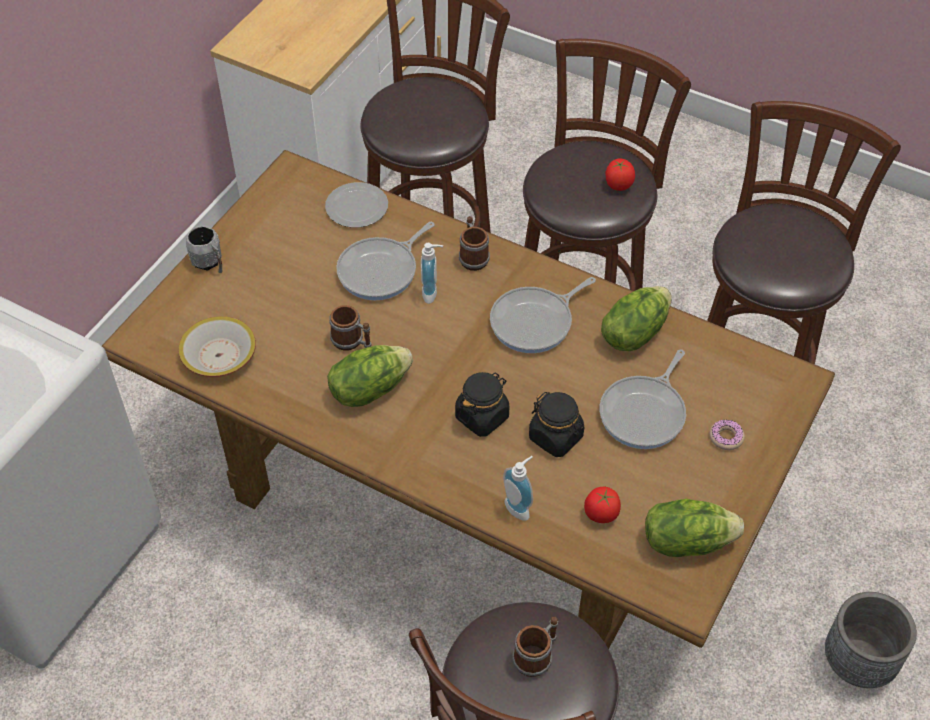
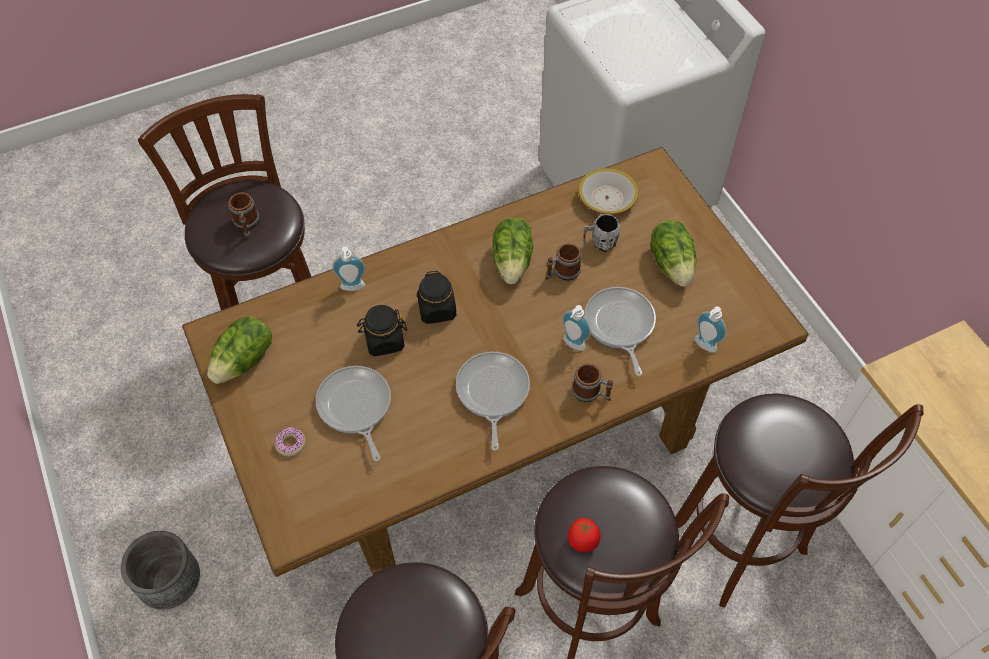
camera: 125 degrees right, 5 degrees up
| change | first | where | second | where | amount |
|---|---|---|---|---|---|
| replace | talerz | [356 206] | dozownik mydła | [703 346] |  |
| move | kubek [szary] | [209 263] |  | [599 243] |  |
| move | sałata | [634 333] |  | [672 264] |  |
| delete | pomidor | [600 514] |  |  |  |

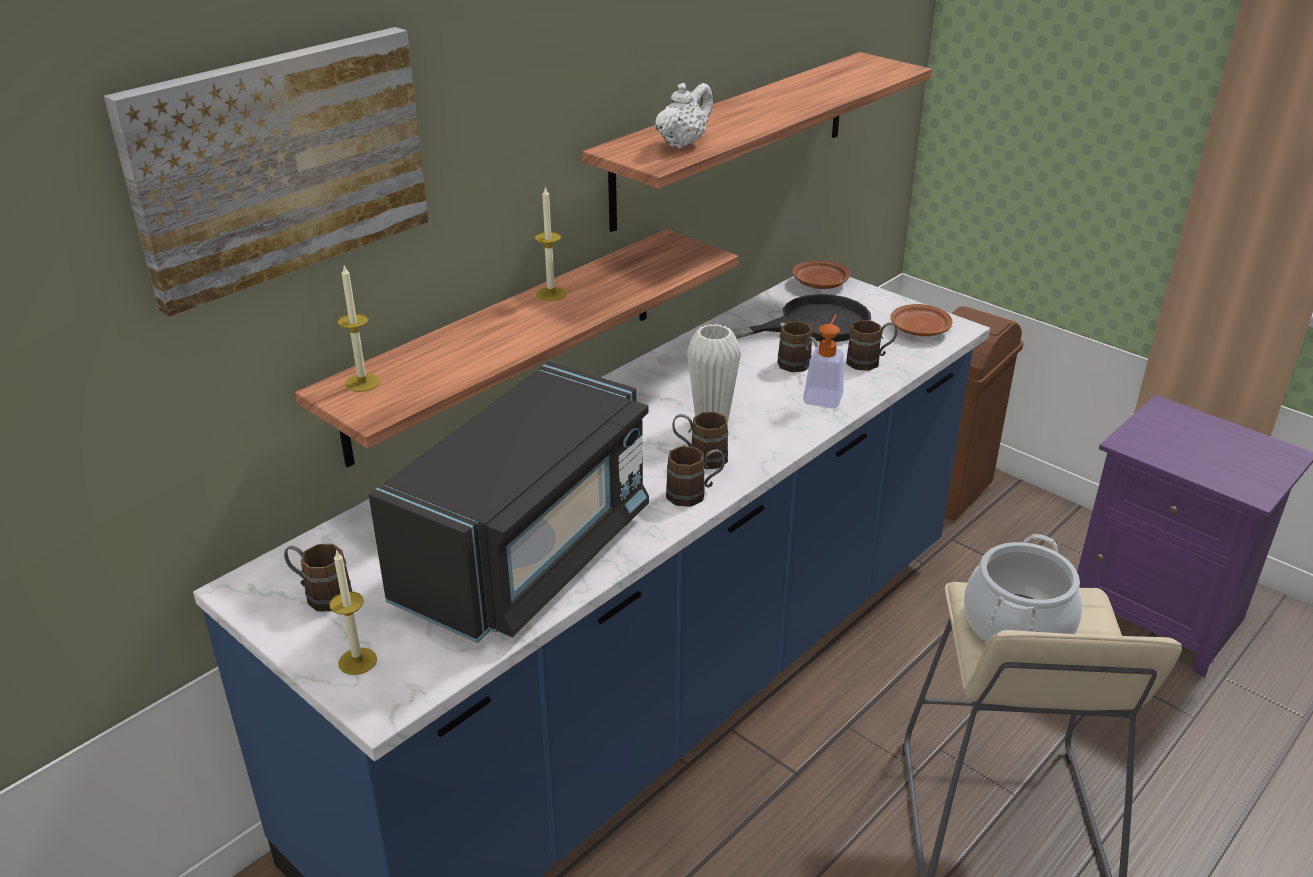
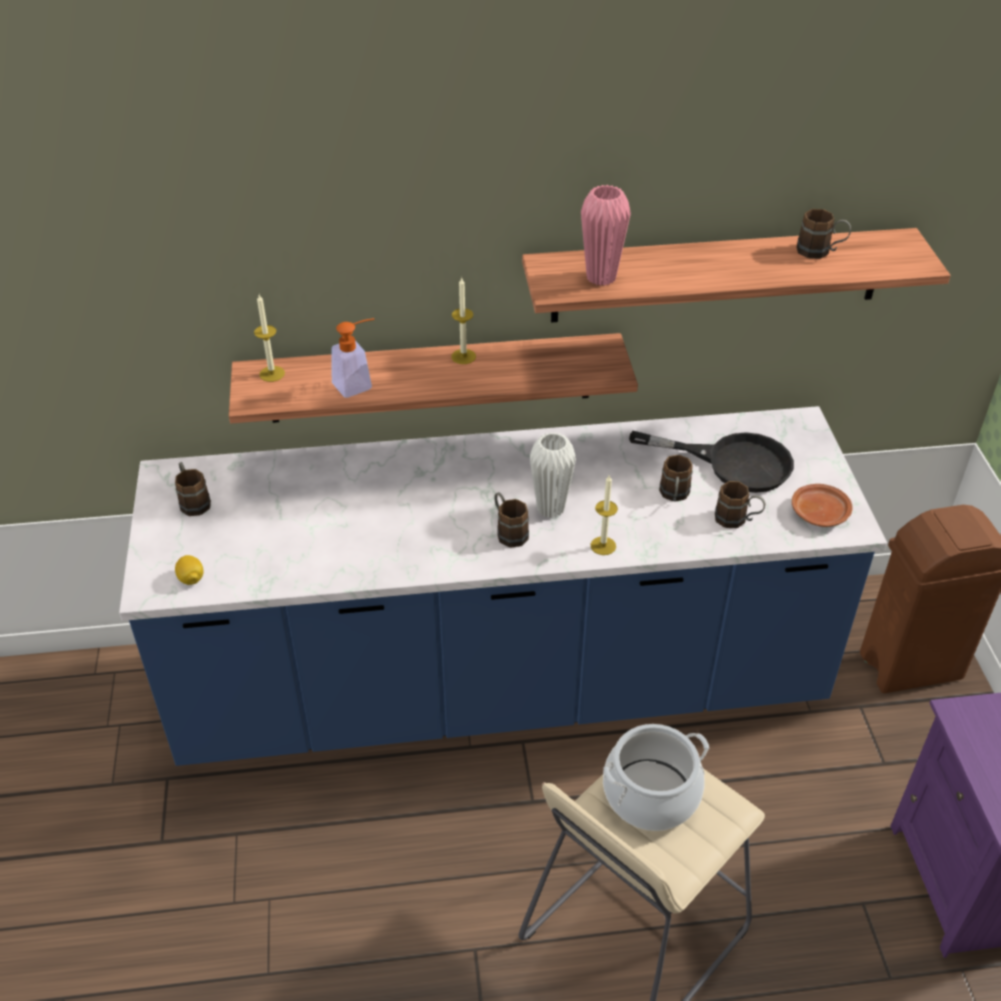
camera: 40 degrees right, 10 degrees up
| change | first | where | second | where | amount |
|---|---|---|---|---|---|
| delete | obraz | [280 164] |  |  |  |
| replace | imbryk [biały] | [683 143] | wazon [różowy] | [601 277] |  |
| delete | talerz [brązowy] | [819 284] |  |  |  |
| move | dozownik mydła | [824 395] |  | [358 384] |  |
| delete | mikrofalówka [czarny] | [527 554] |  |  |  |
| move | kubek [brązowy] | [694 493] |  | [820 252] |  |
| move | świeca | [357 661] |  | [603 546] |  |
| insert |  |  | cytryna | [191 579] |  |

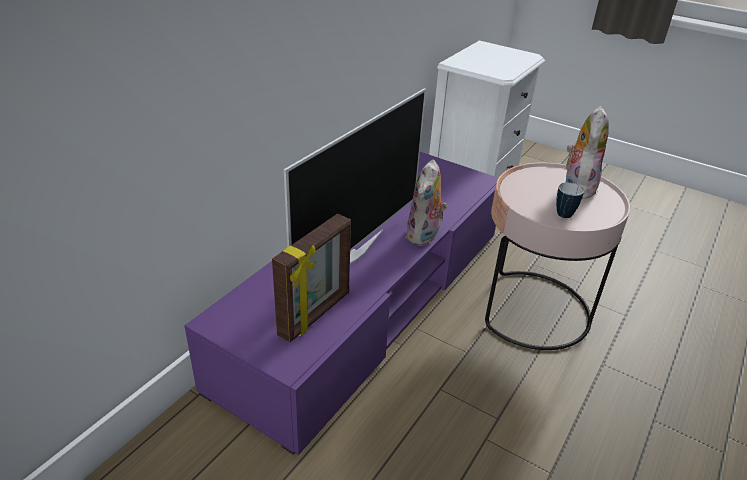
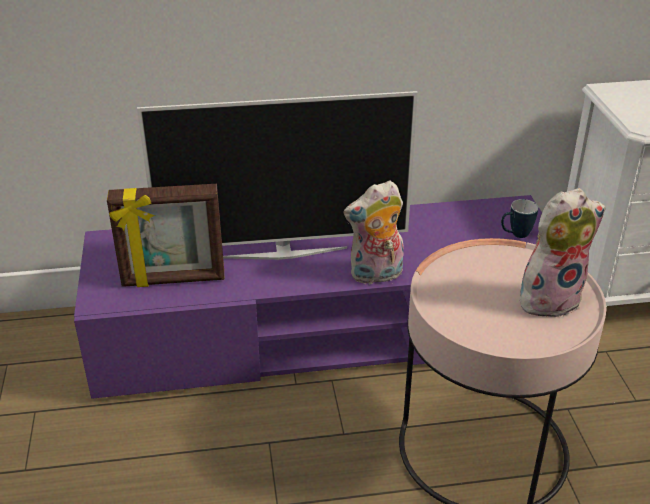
camera: 50 degrees right, 0 degrees up
| change | first | where | second | where | amount |
|---|---|---|---|---|---|
| move | kubek | [563 217] |  | [515 235] |  |

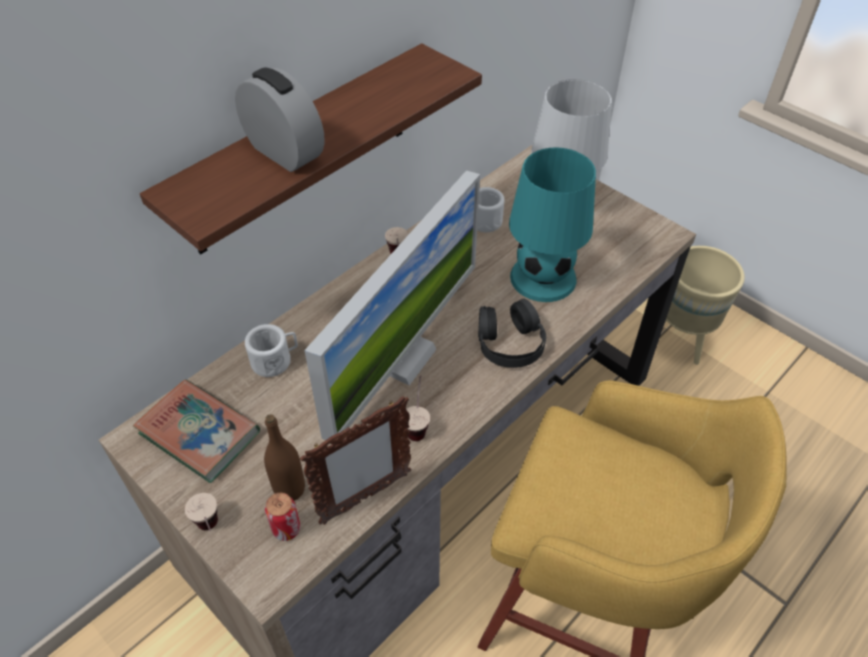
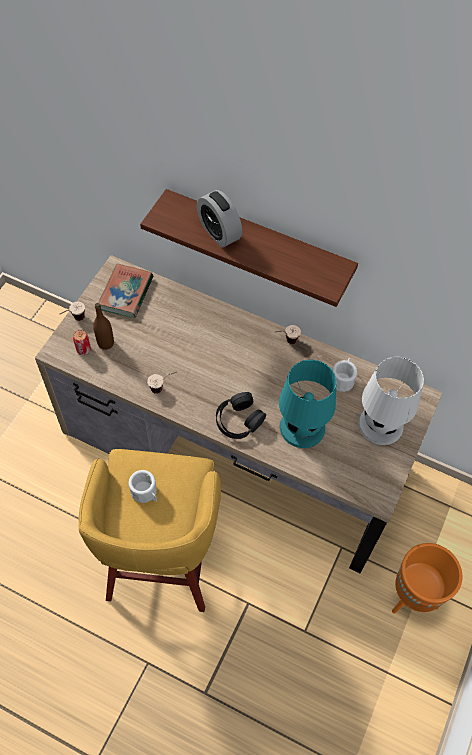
camera: 70 degrees right, 10 degrees up
| change | first | where | second | where | amount |
|---|---|---|---|---|---|
| rotate | budzik | [284 152] |  | [219 232] | 120 degrees clockwise |
| delete | monitor | [403 358] |  |  |  |
| recolor | donica [beżowy] | [680 340] | donica [pomarańczowy] | [413 596] |  |
| move | kubek [biały] | [275 360] |  | [146 493] |  |
| delete | ramka na zdjęcie | [365 498] |  |  |  |

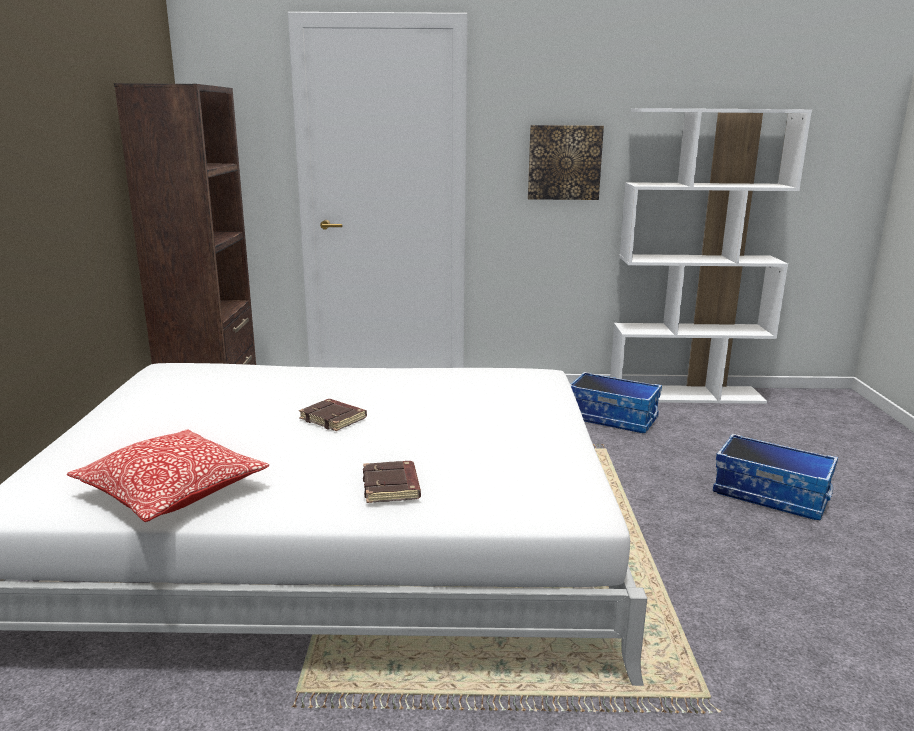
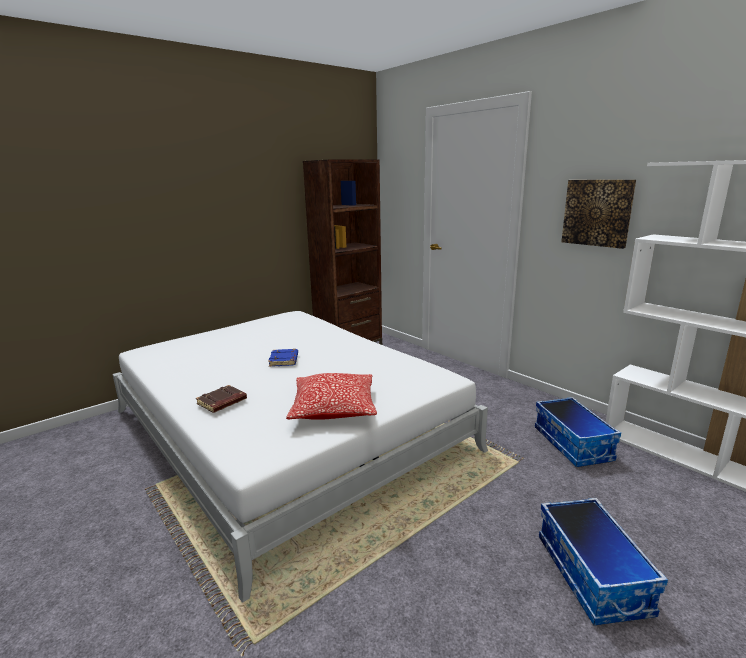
camera: 50 degrees right, 0 degrees up
| change | first | where | second | where | amount |
|---|---|---|---|---|---|
| recolor | książka [brązowy] | [334 419] | książka [niebieski] | [284 360] |  |
| move | poduszka | [172 493] |  | [334 408] |  |

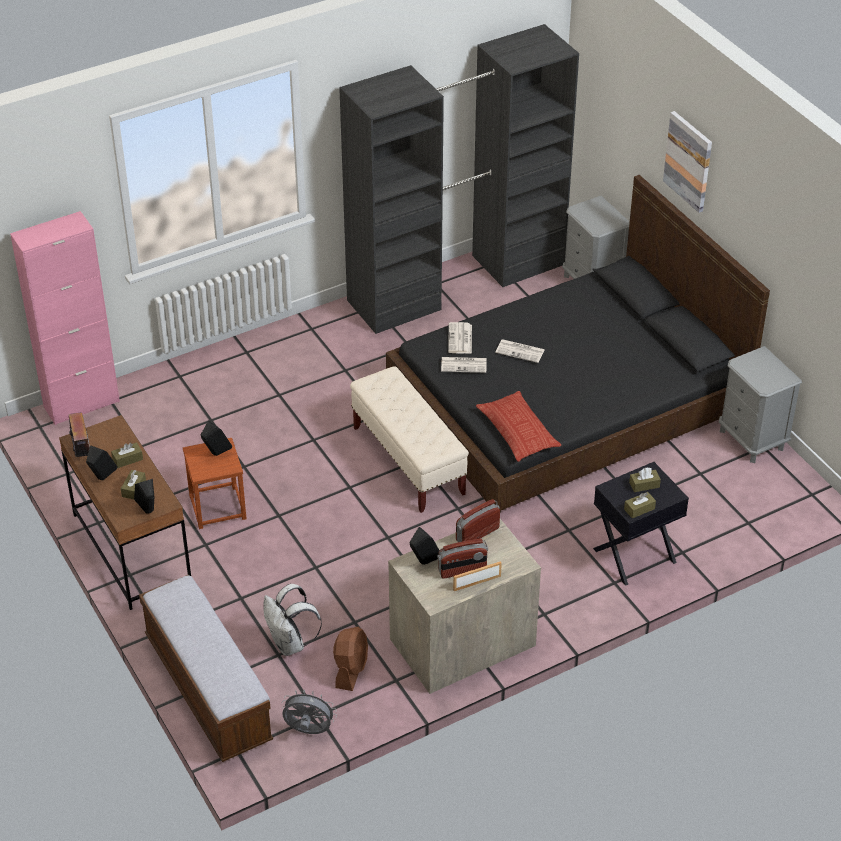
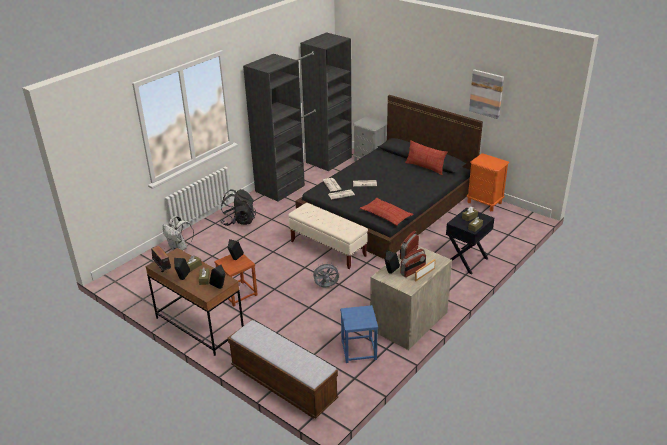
camera: 20 degrees left, 10 degrees down
| change | first | where | second | where | amount |
|---|---|---|---|---|---|
| move | obraz | [688 161] |  | [486 93] |  |
| delete | szafka [różowy] | [81 404] |  |  |  |
| recolor | szafka nocna [szary] | [752 440] | szafka nocna [pomarańczowy] | [484 202] |  |
| move | plecak [biały] | [290 644] |  | [179 248] |  |
| replace | wentylator [brązowy] | [351 669] | stołek [niebieski] | [358 350] |  |
| move | wentylator [szary] | [308 731] |  | [326 287] |  |
| insert |  |  | poduszka | [425 167] |  |
| insert |  |  | plecak [czarny] | [239 221] |  |

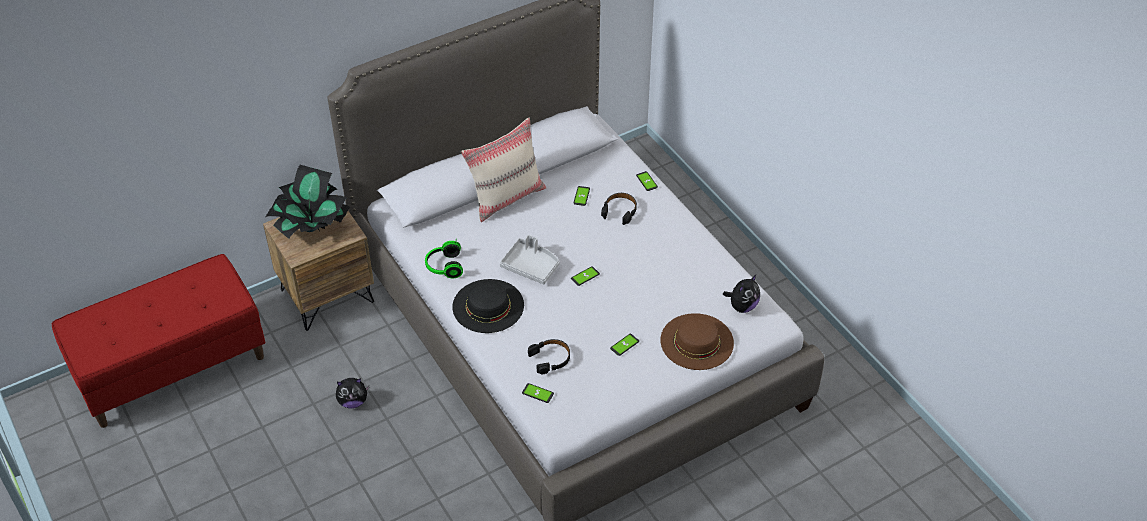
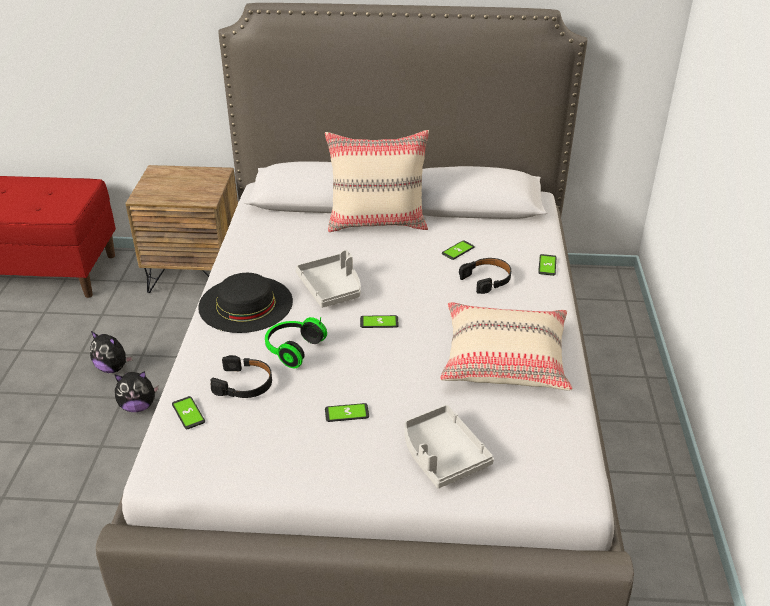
camera: 35 degrees right, 10 degrees down
| change | first | where | second | where | amount |
|---|---|---|---|---|---|
| delete | roślina doniczkowa | [311 227] |  |  |  |
| move | słuchawki | [444 266] |  | [292 349] |  |
| move | pluszak | [742 306] |  | [138 406] |  |
| replace | kapelusz [brązowy] | [697 341] | taca [szary] | [442 455] |  |
| insert |  |  | poduszka [beżowy] | [505 358] |  |

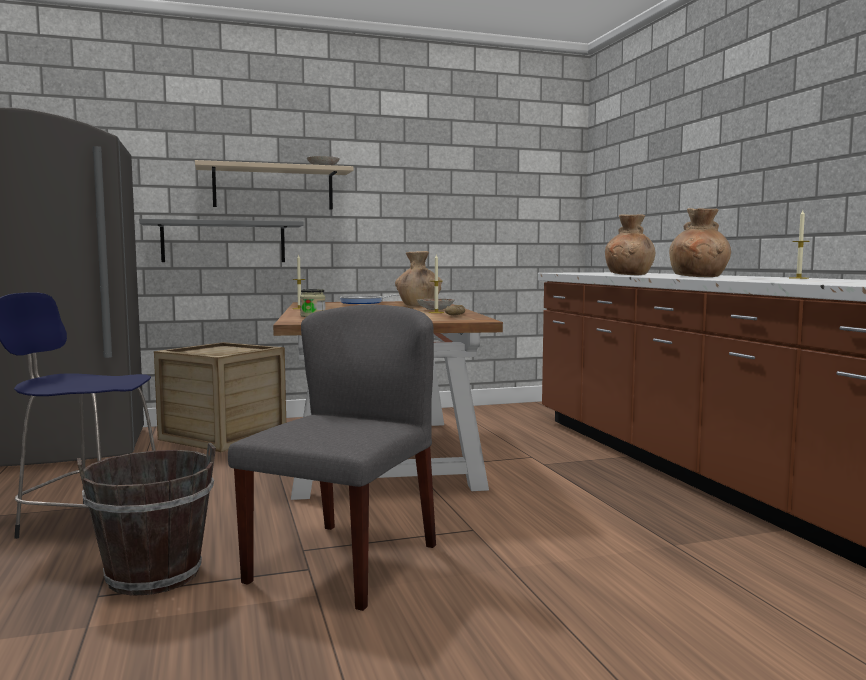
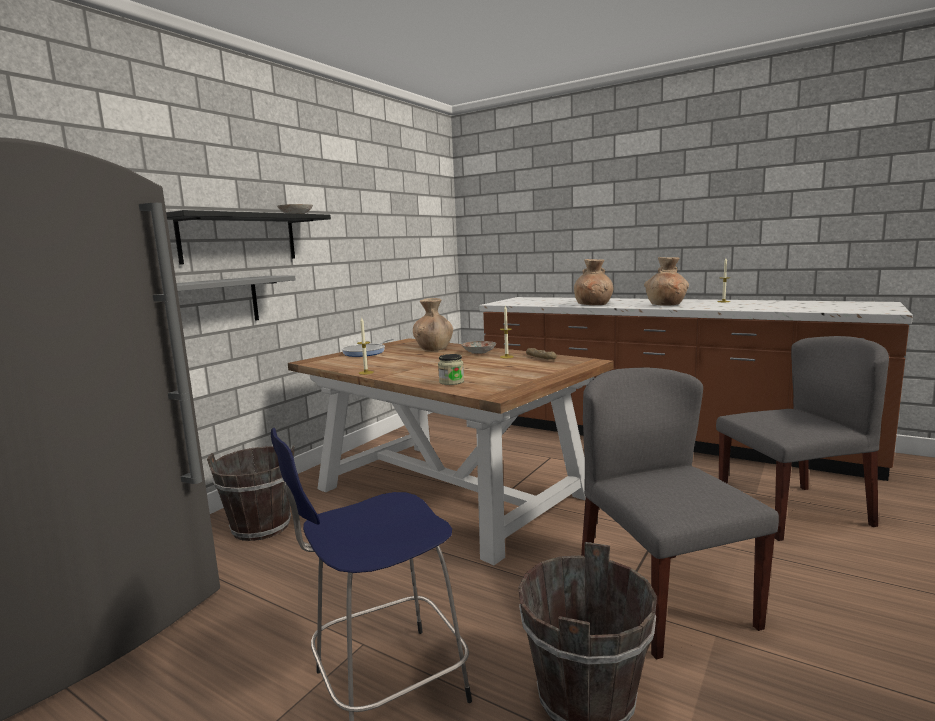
camera: 40 degrees left, 5 degrees up
| change | first | where | second | where | amount |
|---|---|---|---|---|---|
| recolor | półka [beżowy] | [273 188] | półka [czarny] | [239 238] |  |
| replace | skrzynka | [223 436] | wiadro [brązowy] | [261 527] |  |
| insert |  |  | krzesło [szary] | [793 511] |  |

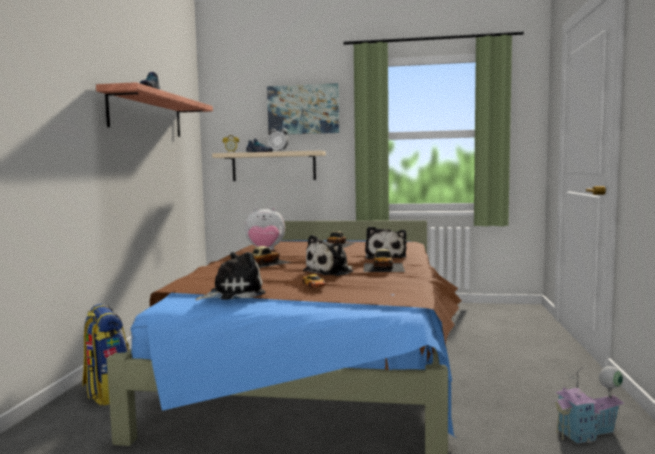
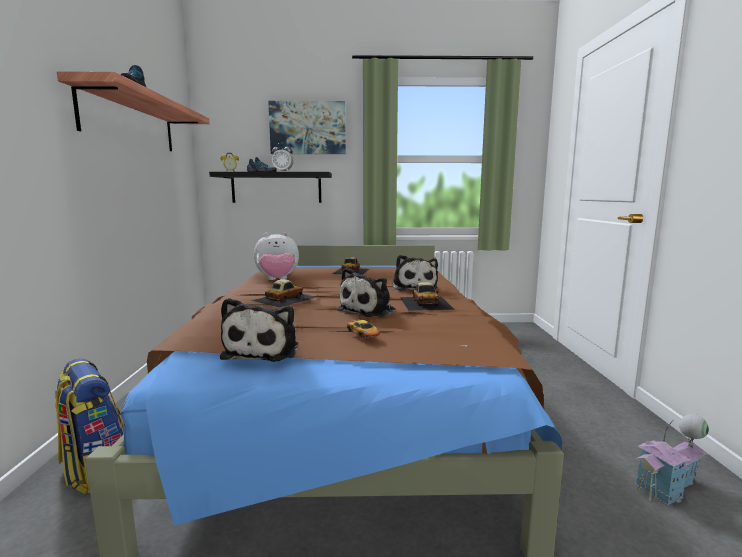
camera: 10 degrees left, 5 degrees up
| change | first | where | second | where | amount |
|---|---|---|---|---|---|
| recolor | półka [beżowy] | [273 166] | półka [czarny] | [276 188] |  |
| rotate | pluszak | [233 293] |  | [264 350] | 135 degrees clockwise |

